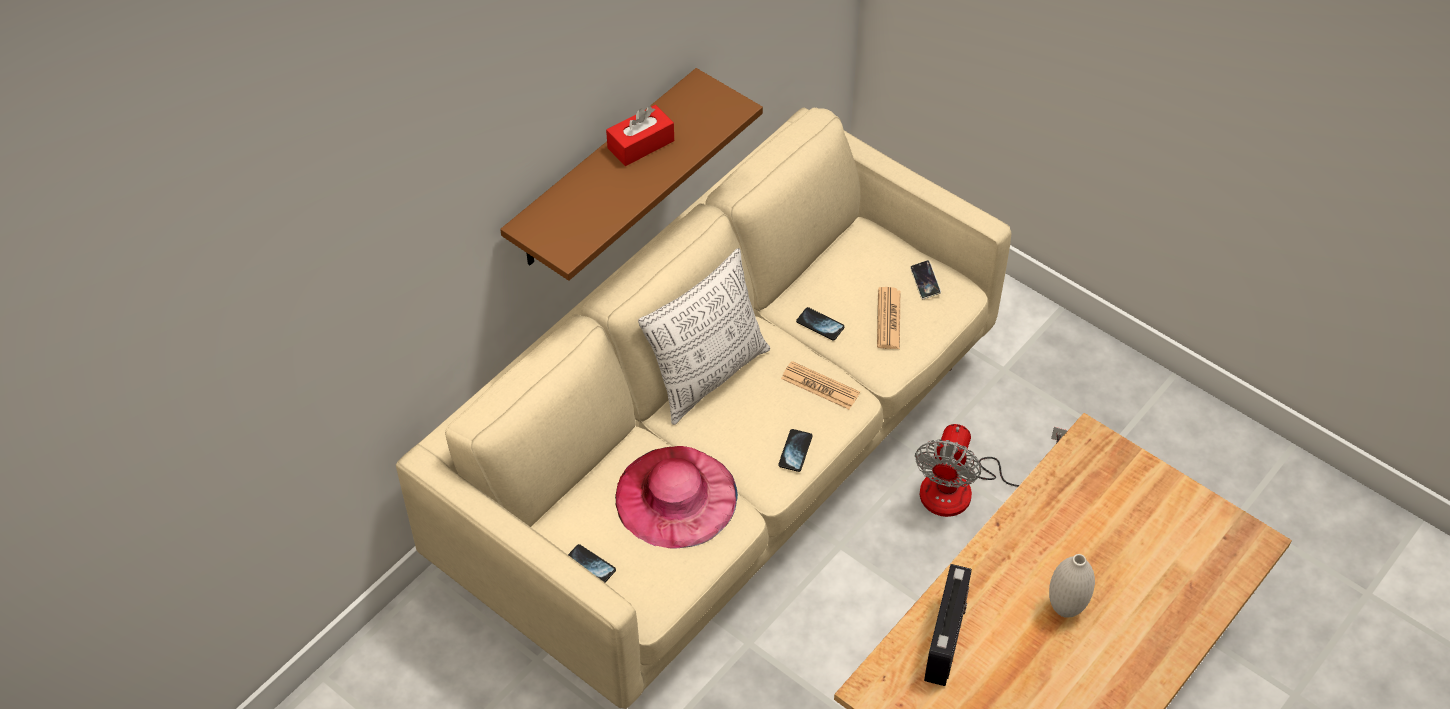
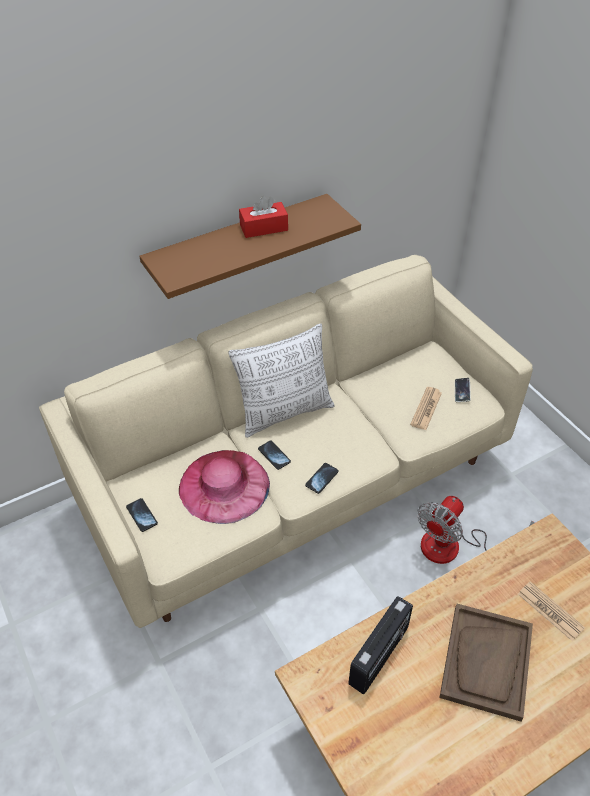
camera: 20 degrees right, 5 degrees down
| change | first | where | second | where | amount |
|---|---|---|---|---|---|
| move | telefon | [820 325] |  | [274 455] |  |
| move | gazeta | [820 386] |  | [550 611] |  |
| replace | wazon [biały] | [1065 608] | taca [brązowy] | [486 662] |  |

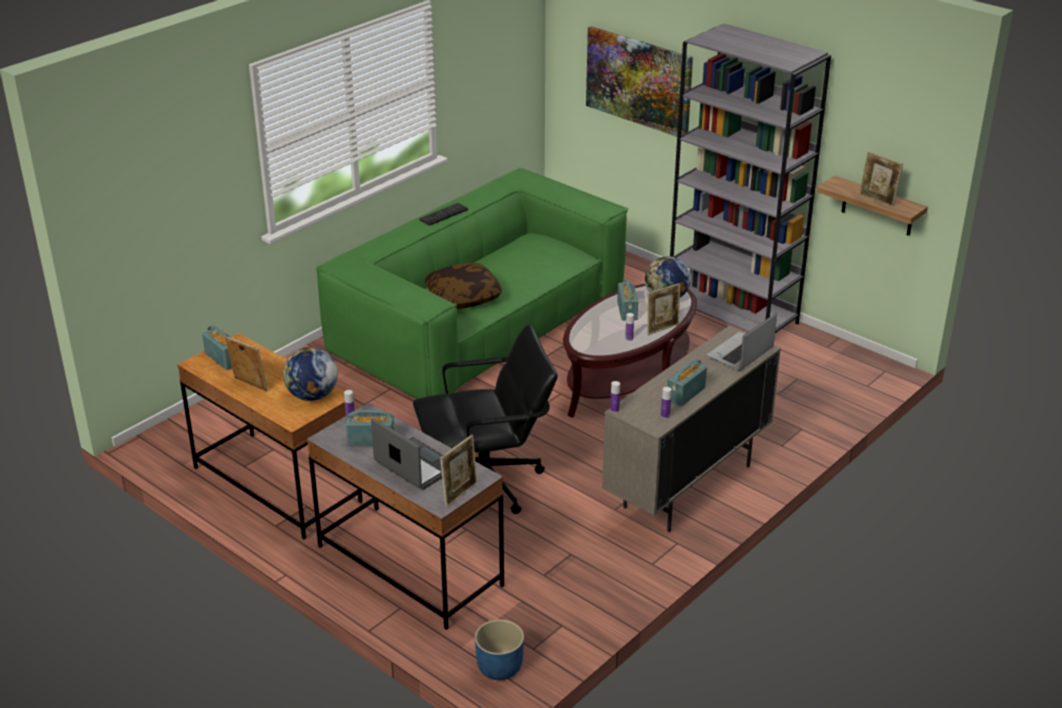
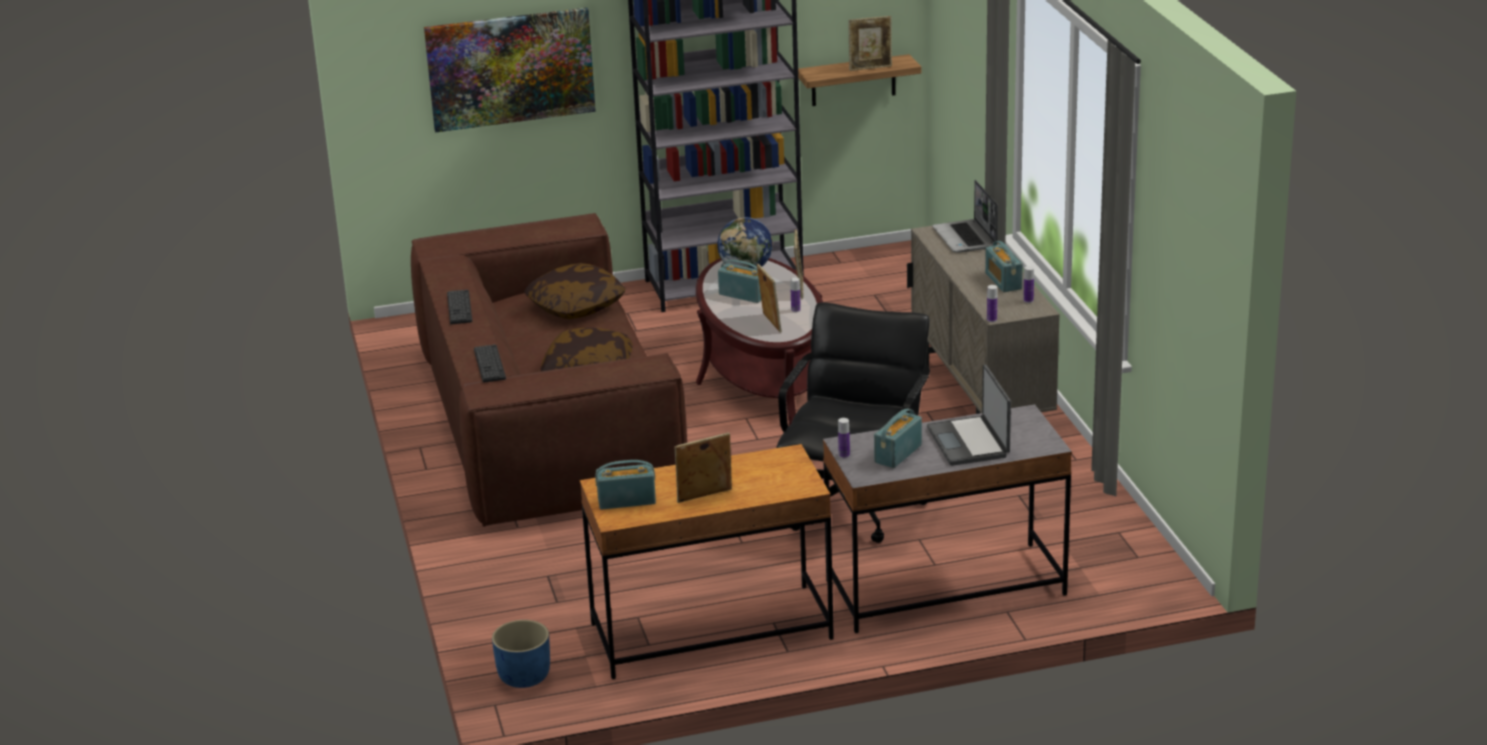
camera: 55 degrees left, 5 degrees down
| change | first | where | second | where | amount |
|---|---|---|---|---|---|
| recolor | kanapa [zielony] | [479 323] | kanapa [brązowy] | [547 422] |  |
| delete | globus | [312 396] |  |  |  |
| rotate | laptop | [415 466] |  | [969 442] | 90 degrees counterclockwise |
| move | ramka na zdjęcie | [460 493] |  | [770 323] |  |
| move | donica [niebieski] | [499 667] |  | [523 676] |  |
| insert |  |  | poduszka | [576 306] |  |
| insert |  |  | klawiatura | [489 364] |  |

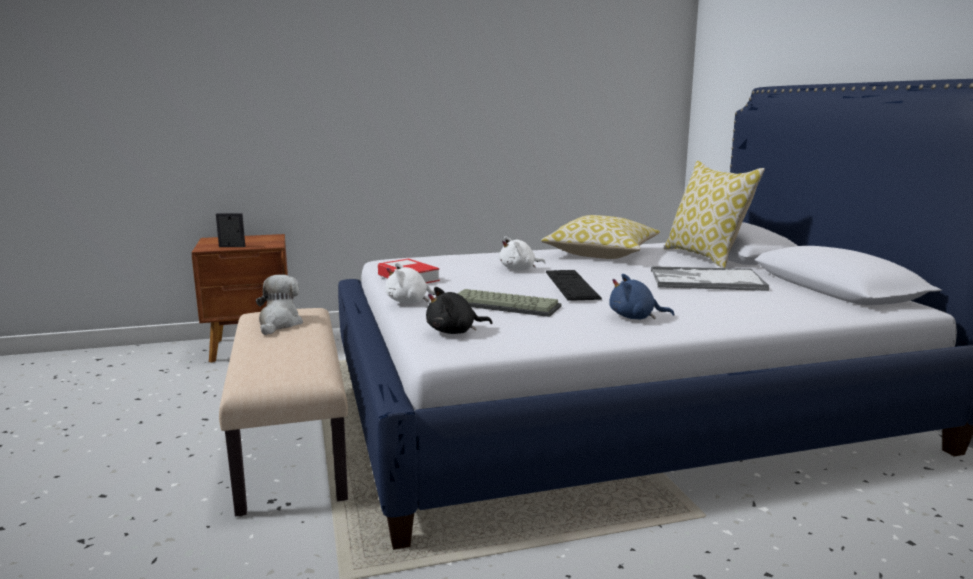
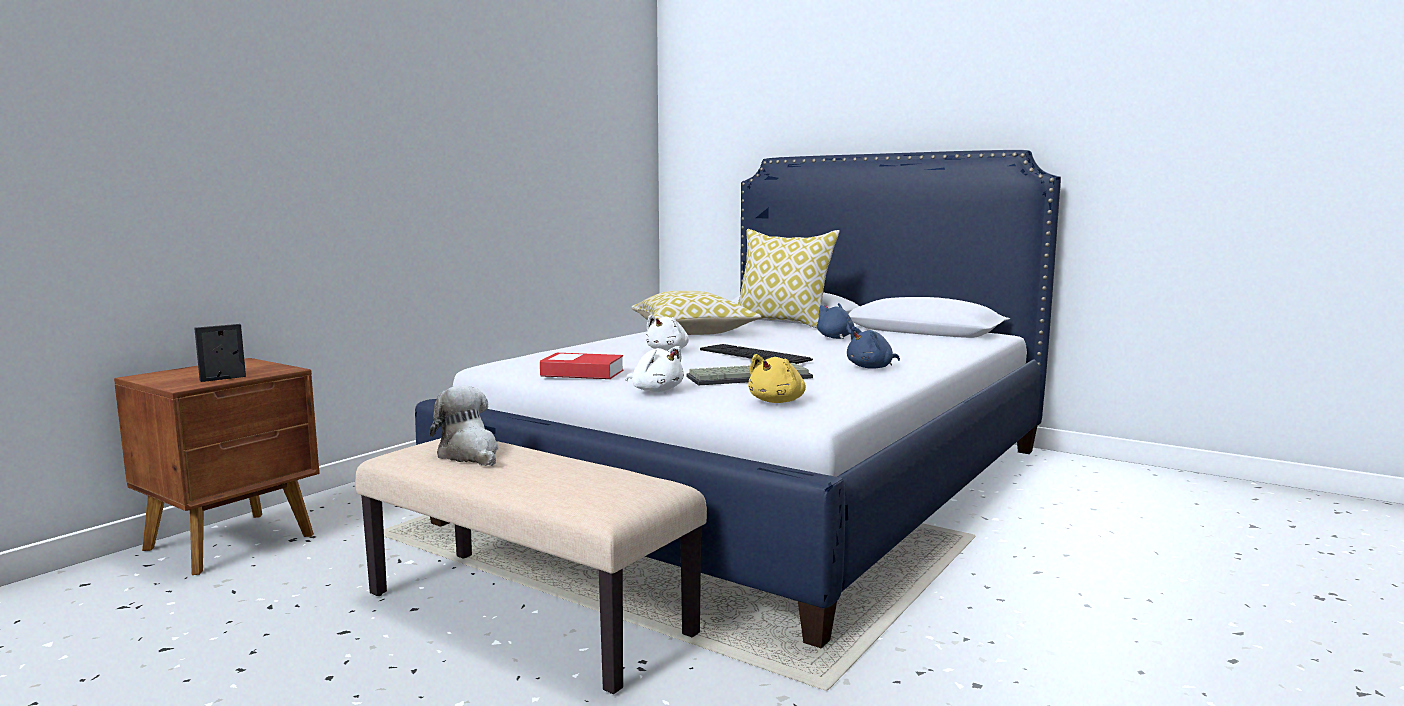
camera: 40 degrees left, 5 degrees down
| change | first | where | second | where | amount |
|---|---|---|---|---|---|
| rotate | pluszak [biały] | [410 302] |  | [656 390] | 90 degrees counterclockwise |
| replace | taca | [705 280] | pluszak [niebieski] | [836 338] |  |
| recolor | pluszak [czarny] | [454 332] | pluszak [żółty] | [778 401] |  |

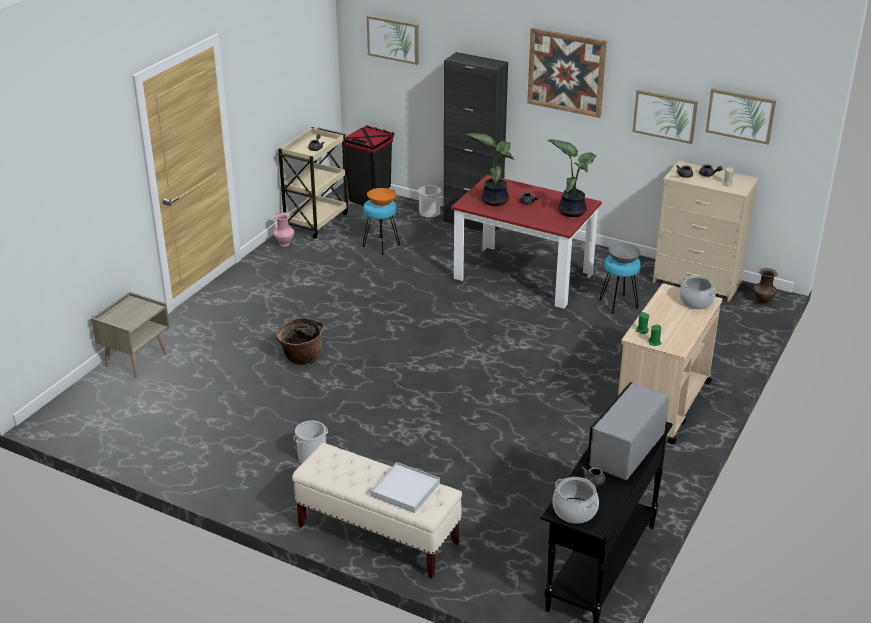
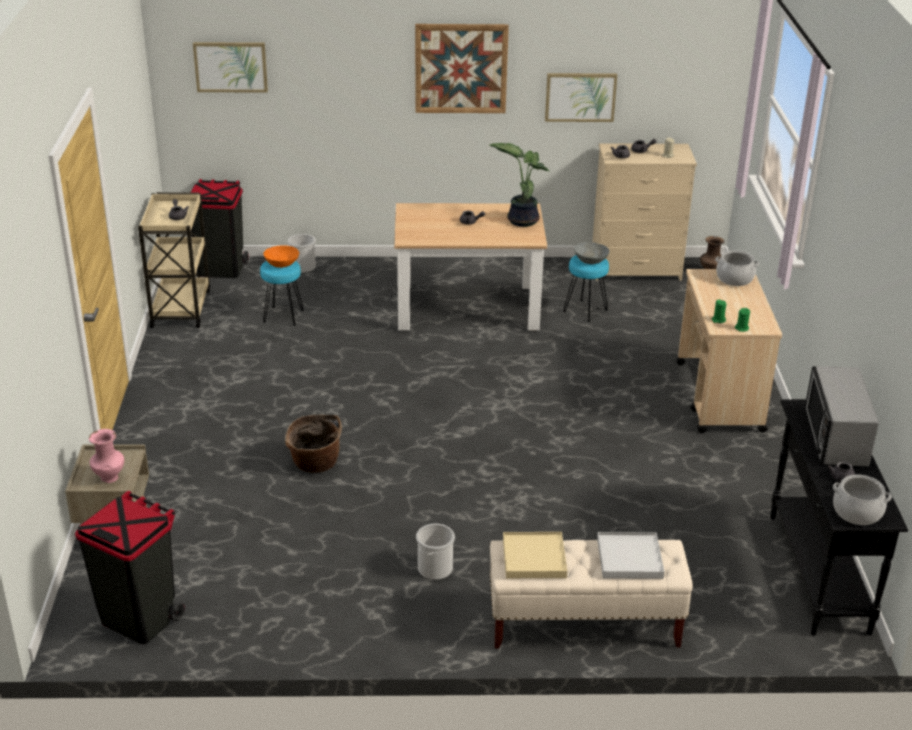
camera: 30 degrees left, 0 degrees up
| change | first | where | second | where | amount |
|---|---|---|---|---|---|
| delete | szafka [czarny] | [473 223] |  |  |  |
| delete | obraz | [740 115] |  |  |  |
| delete | roślina doniczkowa | [493 200] |  |  |  |
| recolor | stół jadalny [czerwony] | [523 277] | stół jadalny [beżowy] | [467 309] |  |
| move | wazon [różowy] | [284 244] |  | [109 478] |  |
| insert |  |  | kosz na śmieci [czarny] | [139 618] |  |
| insert |  |  | taca [beżowy] | [534 558] |  |

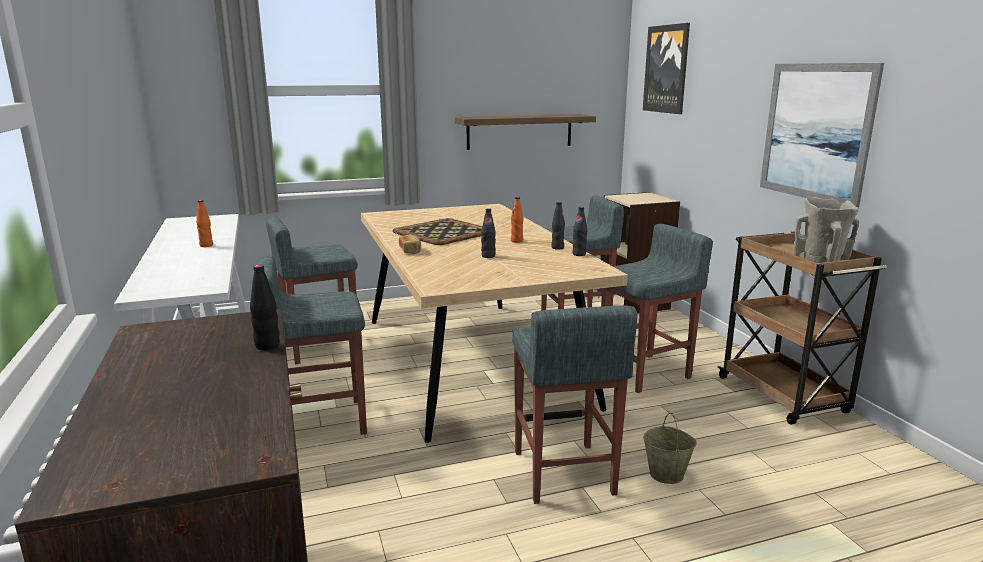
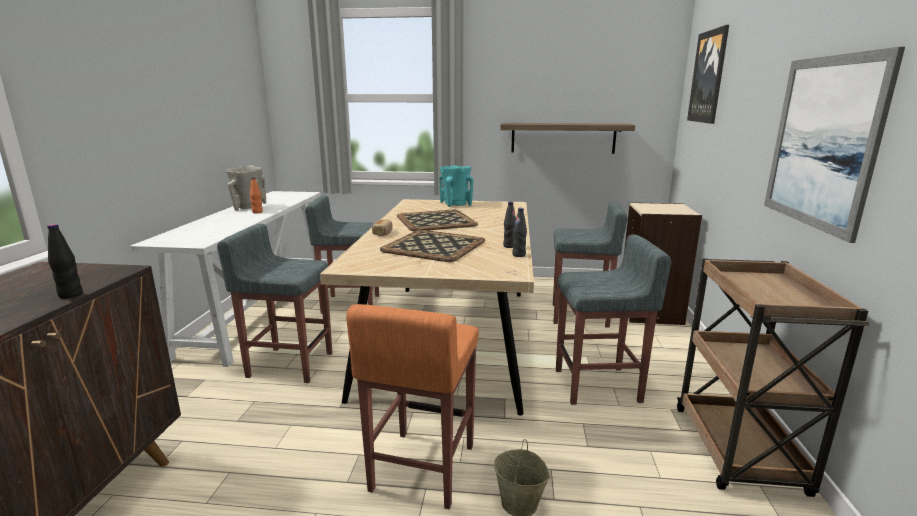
camera: 25 degrees right, 0 degrees up
| change | first | where | second | where | amount |
|---|---|---|---|---|---|
| delete | butelka [pomarańczowy] | [516 241] |  |  |  |
| move | wazon [beżowy] | [821 261] |  | [249 208] |  |
| replace | butelka [czarny] | [488 256] | taca | [435 246] |  |
| recolor | stołek [szary] | [563 473] | stołek [pomarańczowy] | [422 468] |  |
| insert |  |  | wazon [turkusowy] | [456 204] |  |

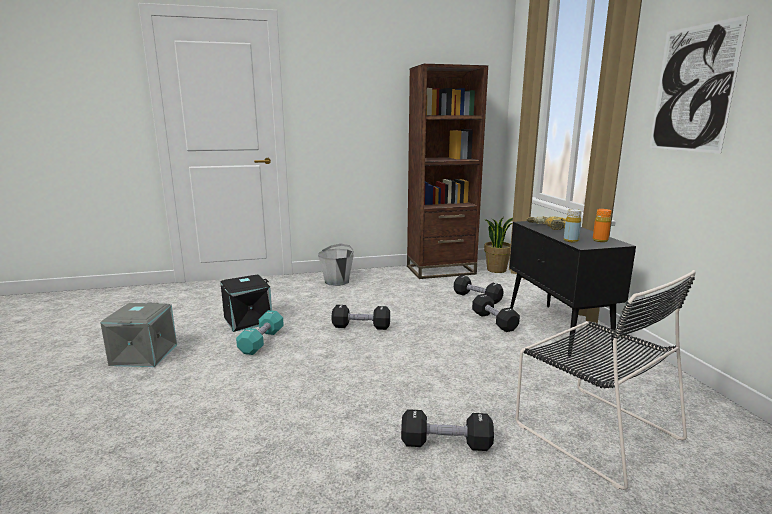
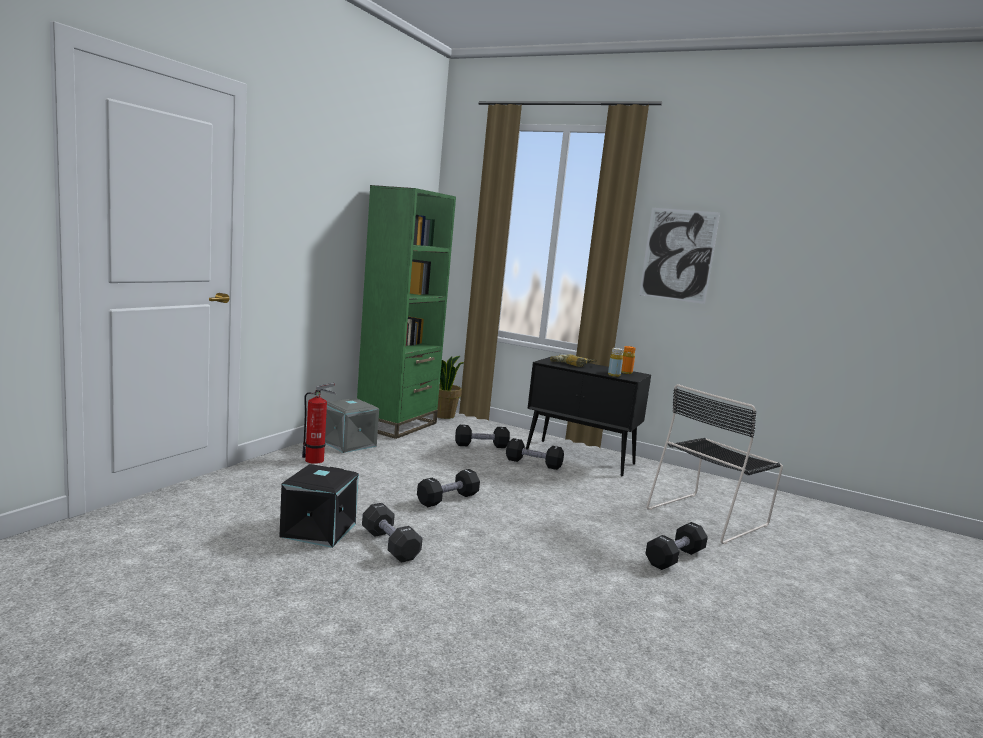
camera: 50 degrees left, 5 degrees down
| change | first | where | second | where | amount |
|---|---|---|---|---|---|
| recolor | regał [brązowy] | [441 270] | regał [zielony] | [397 425] |  |
| replace | wiadro [szary] | [337 281] | gaśnica | [317 460] |  |
| rotate | krzesło [czarny] | [592 429] |  | [709 516] | 135 degrees clockwise |
| move | pojemnik do przechowywania [szary] | [143 354] |  | [347 444] |  |
| recolor | hantel [turkusowy] | [261 341] | hantel [czarny] | [390 545] |  |

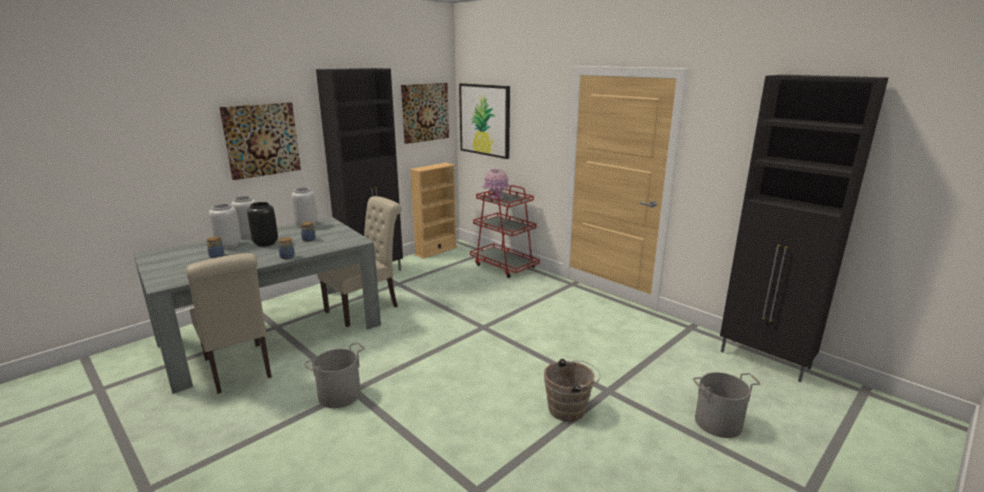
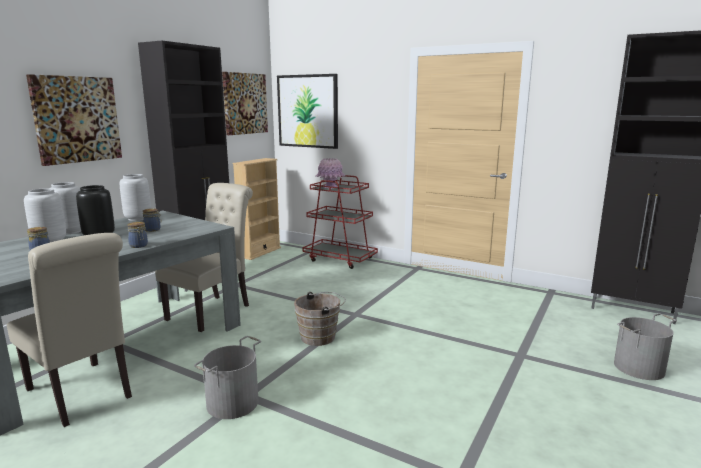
camera: 15 degrees left, 5 degrees down
| change | first | where | second | where | amount |
|---|---|---|---|---|---|
| move | wiadro [brązowy] | [570 409] |  | [321 337] |  |

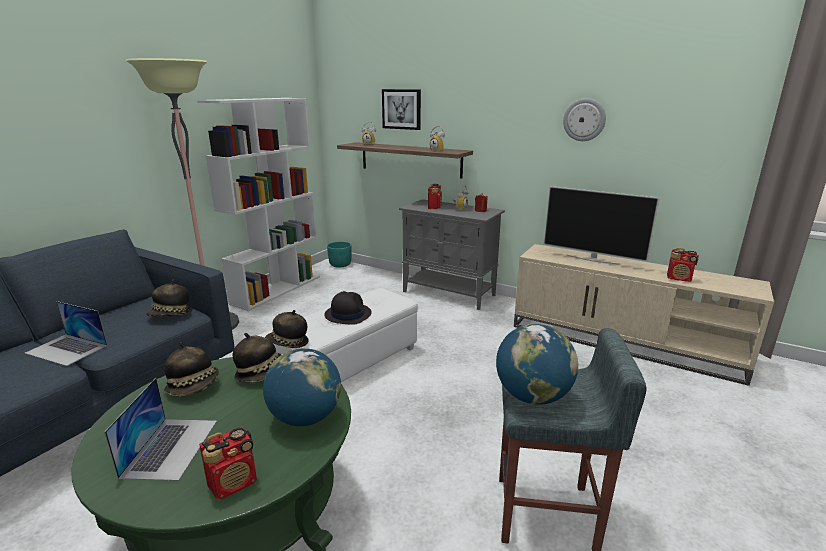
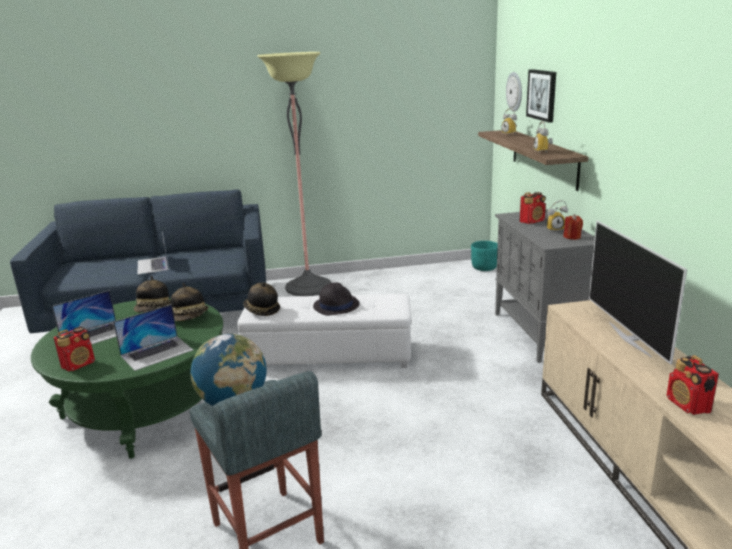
camera: 50 degrees right, 0 degrees up
| change | first | where | second | where | amount |
|---|---|---|---|---|---|
| delete | regał [biały] | [277 289] |  |  |  |
| move | zegar ścienny | [584 119] |  | [515 91] |  |
| delete | kapelusz | [171 315] |  |  |  |
| replace | globus | [305 418] | laptop | [157 352] |  |
| rotate | radio | [234 483] |  | [79 364] | 60 degrees counterclockwise |

